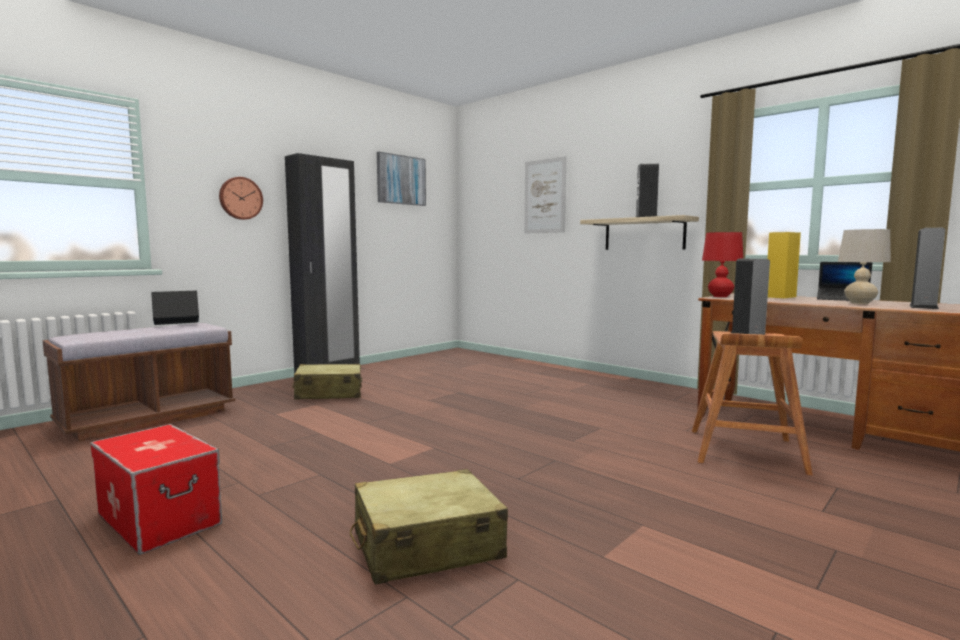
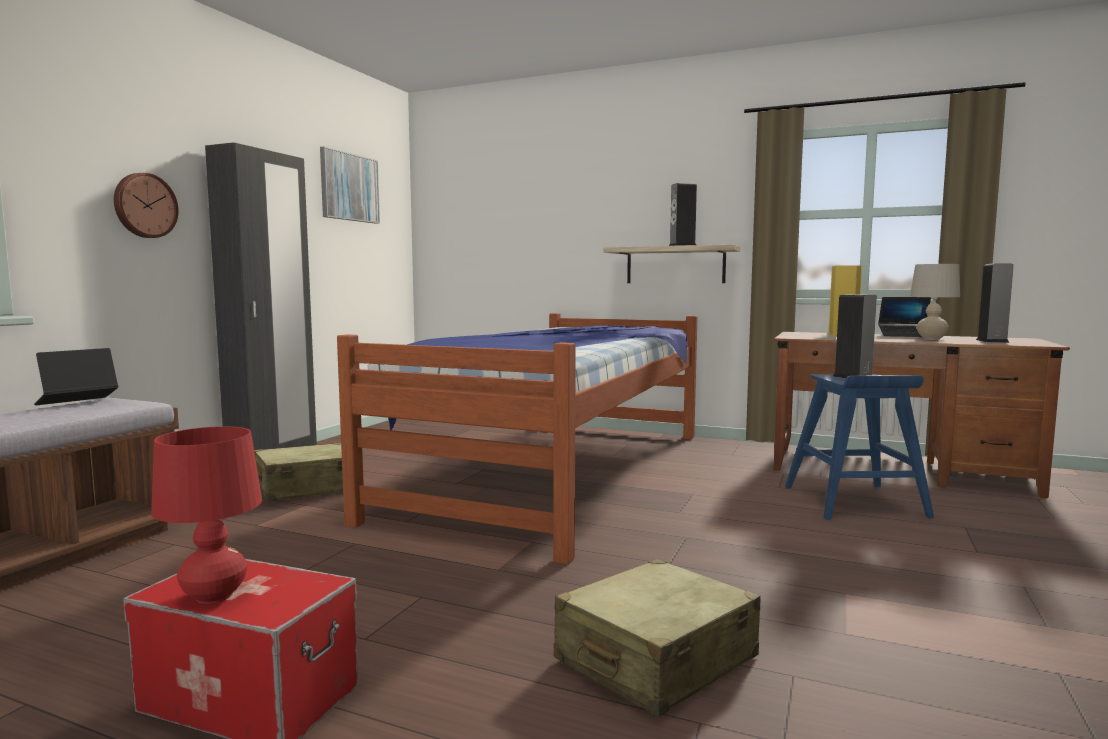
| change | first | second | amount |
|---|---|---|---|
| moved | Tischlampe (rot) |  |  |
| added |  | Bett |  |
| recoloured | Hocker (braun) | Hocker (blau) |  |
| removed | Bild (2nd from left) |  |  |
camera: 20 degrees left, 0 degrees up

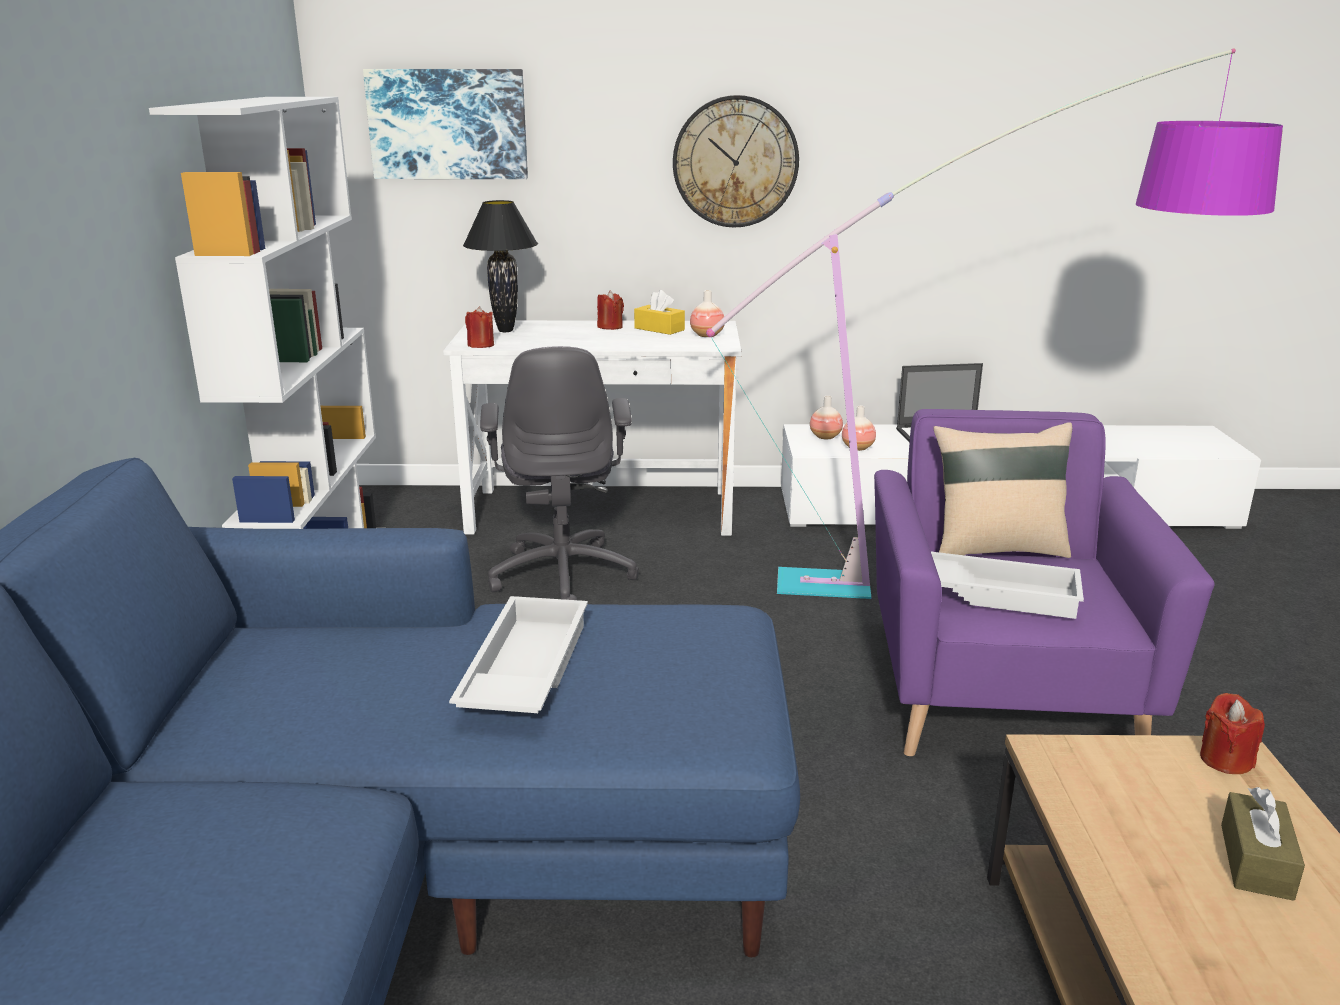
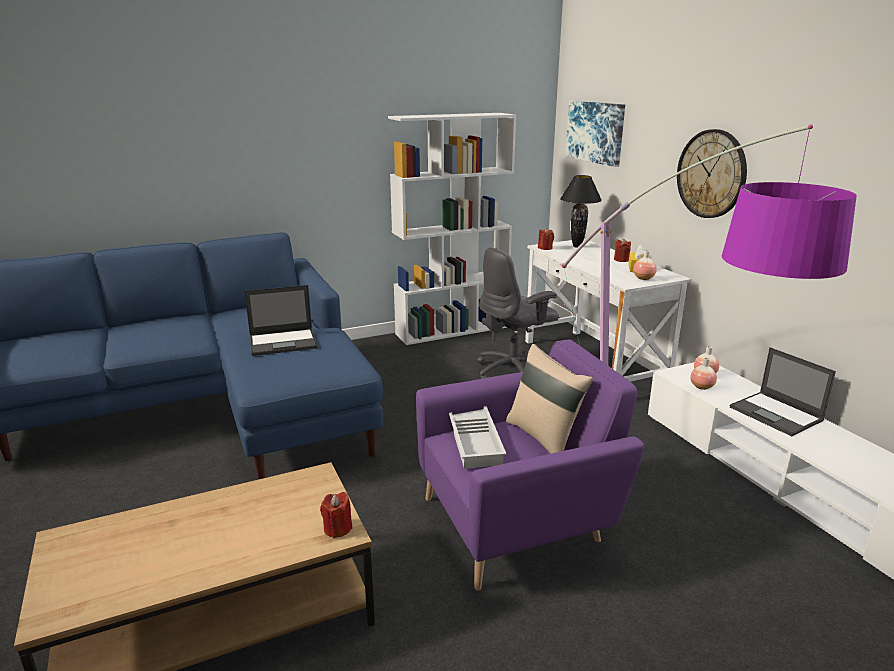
| change | first | second | amount |
|---|---|---|---|
| replaced | Tablett (weiß) (1st from left) | Laptop (1st from left) |  |
| removed | Taschentuchbox (braun) |  |  |
camera: 65 degrees right, 0 degrees up

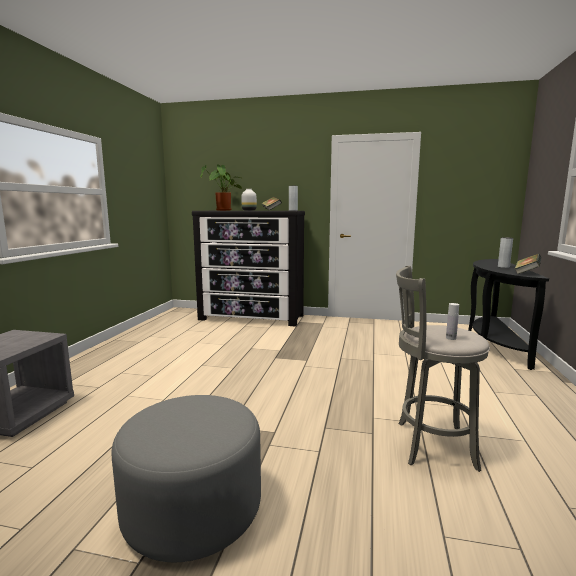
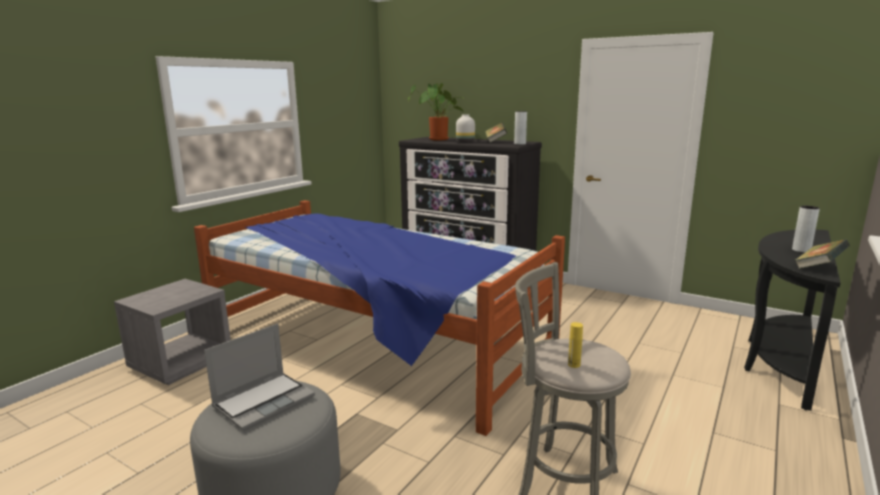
| change | first | second | amount |
|---|---|---|---|
| added |  | Bett |  |
| added |  | Laptop |  |
| recoloured | Flasche (weiß) | Flasche (gelb) |  |
camera: 20 degrees right, 5 degrees up

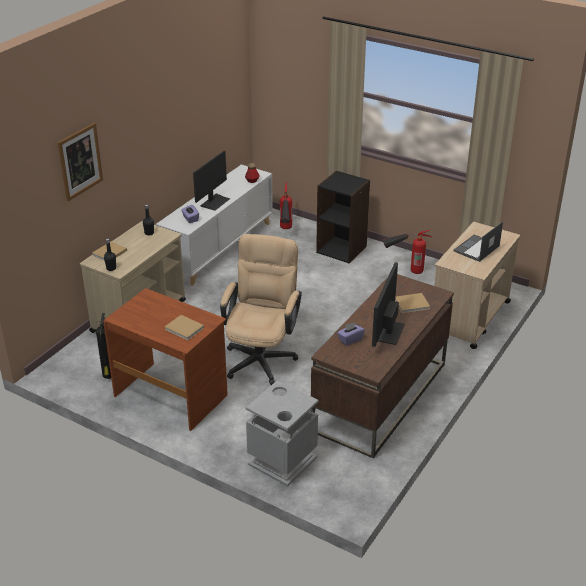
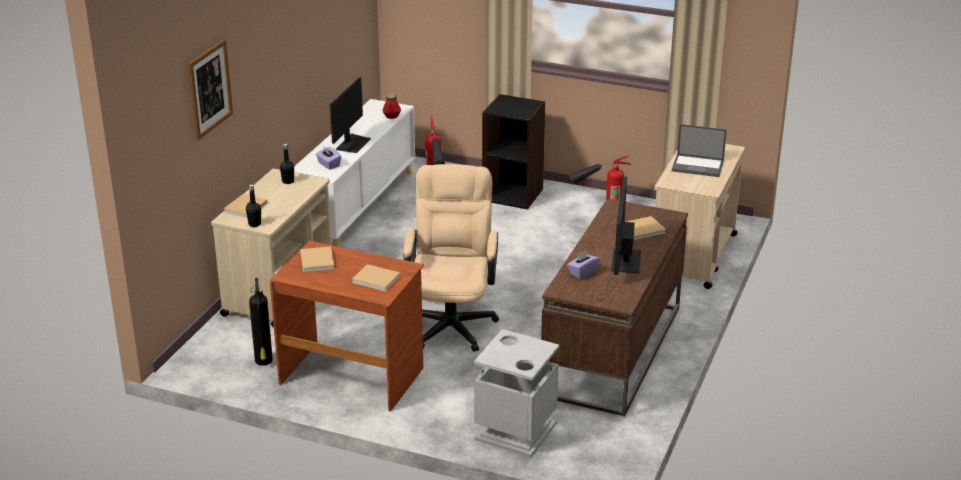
| change | first | second | amount |
|---|---|---|---|
| added |  | Buch (beige) (2nd from left) |  |
| turned | Laptop |  | 105 degrees counterclockwise |
camera: 10 degrees left, 5 degrees down

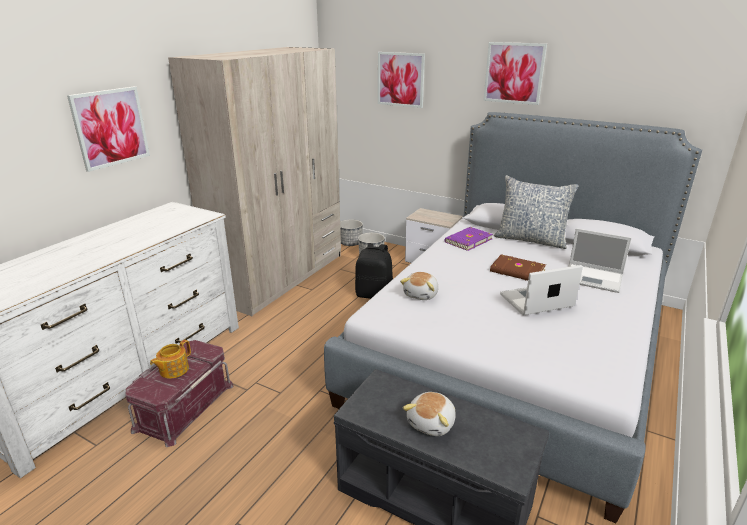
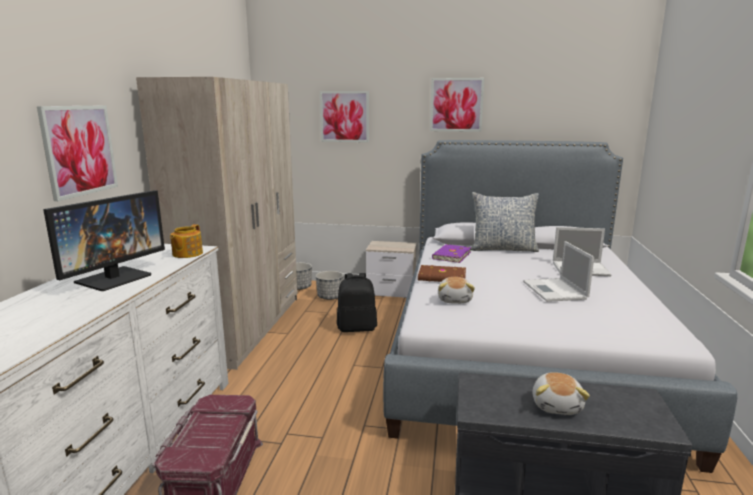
| change | first | second | amount |
|---|---|---|---|
| added |  | Monitor |  |
| moved | Teekanne |  |  |
| moved | Buch (braun) |  |  |
| turned | Laptop (1st from left) |  | 60 degrees counterclockwise |
camera: 20 degrees left, 10 degrees down

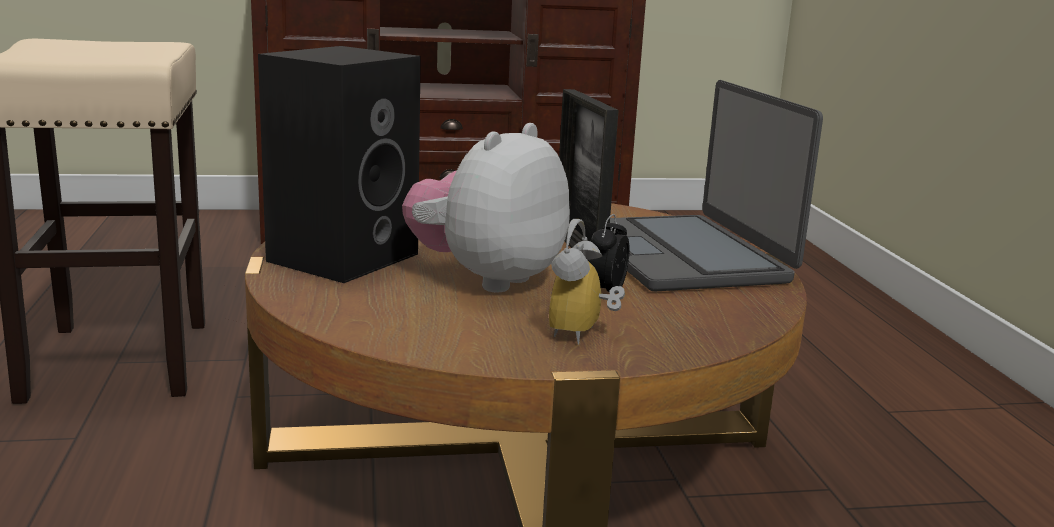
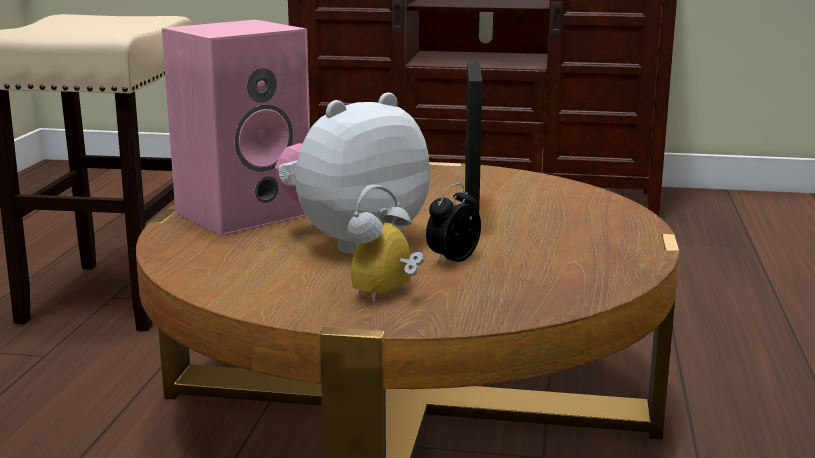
| change | first | second | amount |
|---|---|---|---|
| recoloured | Lautsprecher (schwarz) | Lautsprecher (rosa) |  |
| removed | Laptop |  |  |
camera: 20 degrees right, 0 degrees up

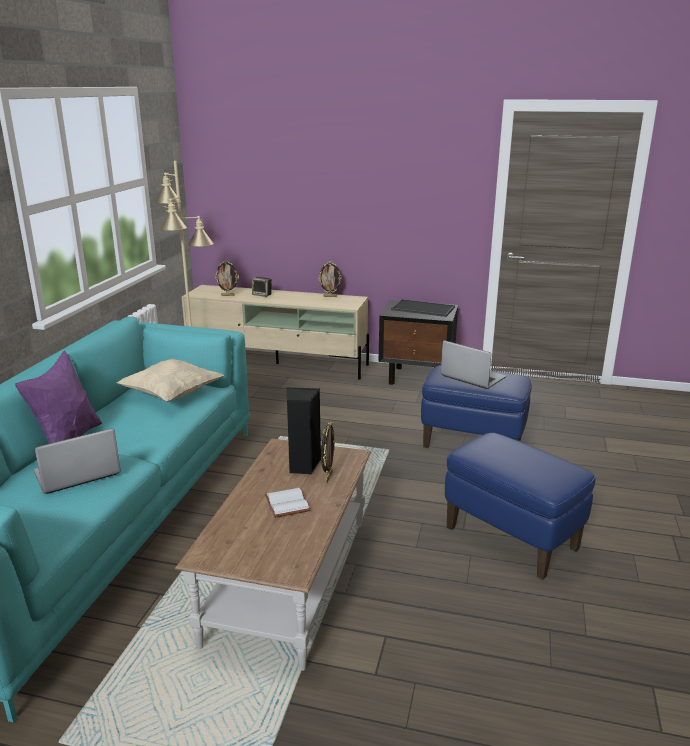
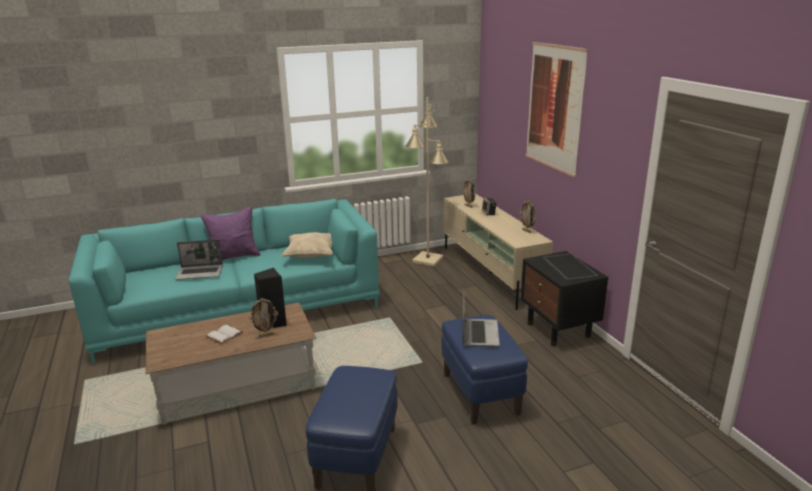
| change | first | second | amount |
|---|---|---|---|
| turned | Laptop (1st from left) |  | 150 degrees clockwise |
| added |  | Bild |  |
camera: 55 degrees right, 0 degrees up

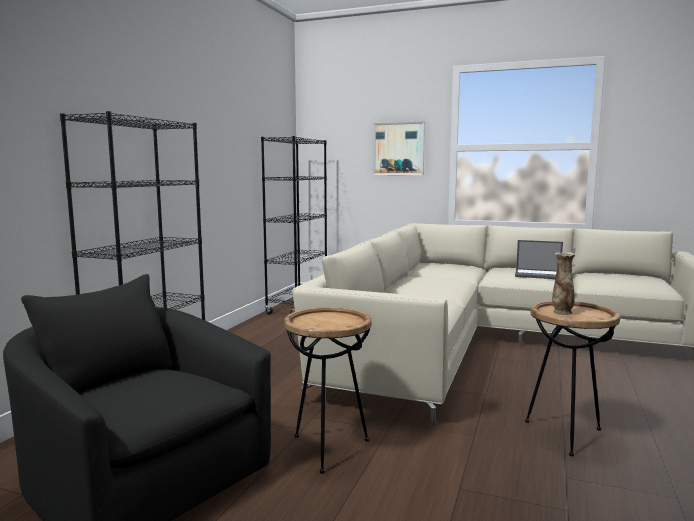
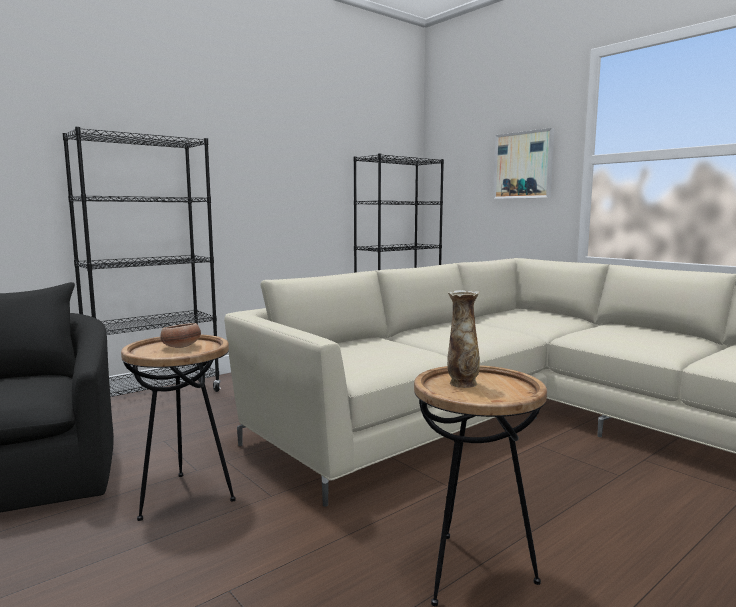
| change | first | second | amount |
|---|---|---|---|
| added |  | Schüssel |  |
| removed | Laptop |  |  |
camera: 30 degrees right, 0 degrees up

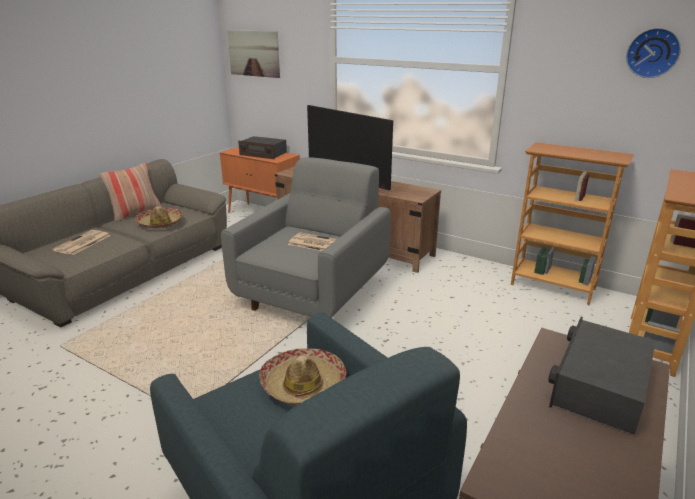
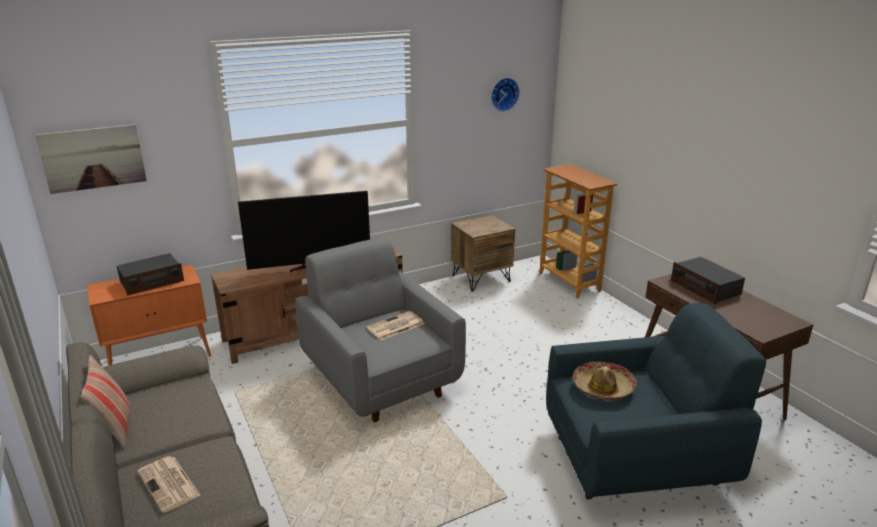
| change | first | second | amount |
|---|---|---|---|
| replaced | Bücherregal (1st from left) | Nachttisch (braun) |  |
| removed | Hut (1st from left) |  |  |
camera: 60 degrees left, 0 degrees up

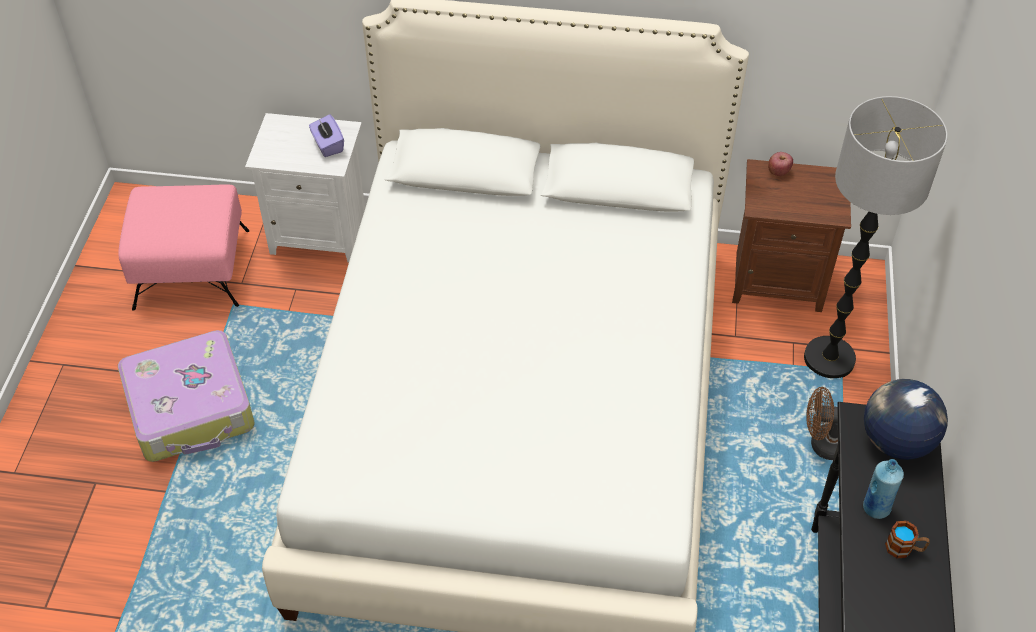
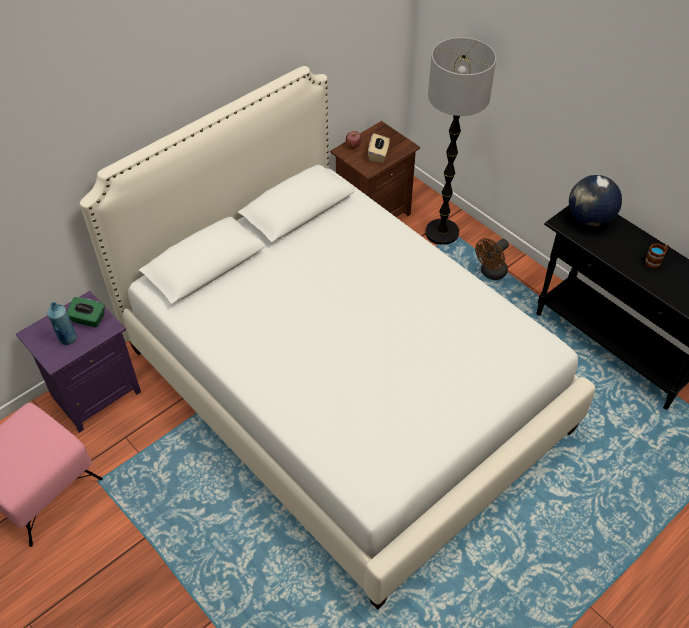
| change | first | second | amount |
|---|---|---|---|
| recoloured | Nachttisch (weiß) | Nachttisch (lila) |  |
| moved | Flasche (blau) |  |  |
| recoloured | Taschentuchbox (lila) | Taschentuchbox (grün) |  |
| added |  | Taschentuchbox (beige) |  |
| removed | Koffer |  |  |
camera: 50 degrees left, 0 degrees up

